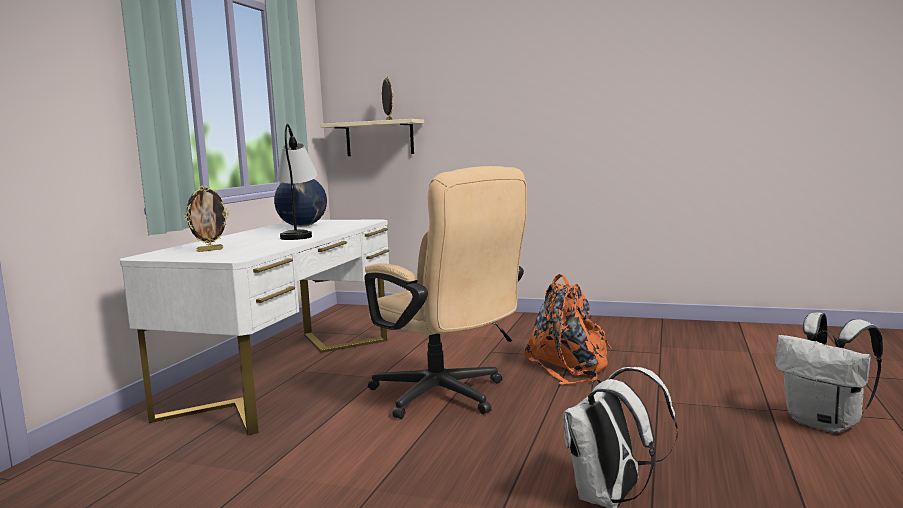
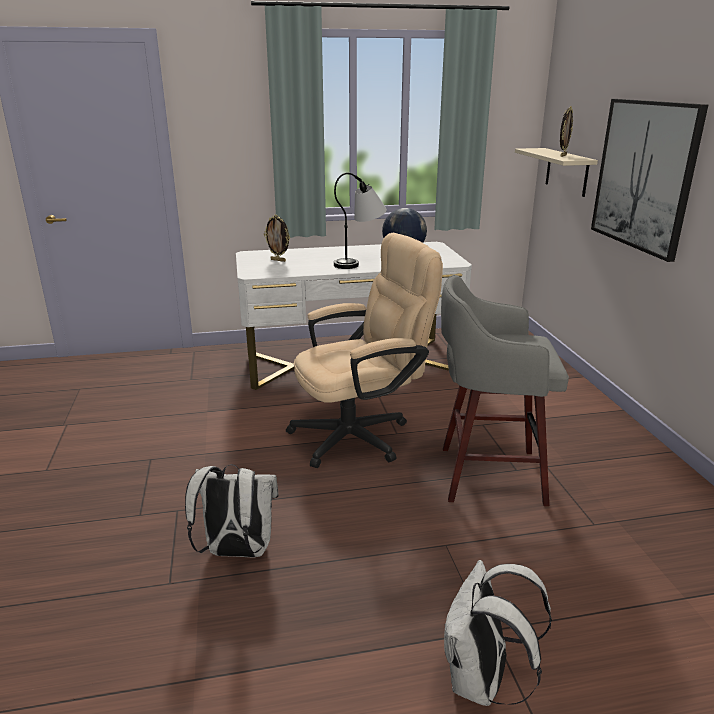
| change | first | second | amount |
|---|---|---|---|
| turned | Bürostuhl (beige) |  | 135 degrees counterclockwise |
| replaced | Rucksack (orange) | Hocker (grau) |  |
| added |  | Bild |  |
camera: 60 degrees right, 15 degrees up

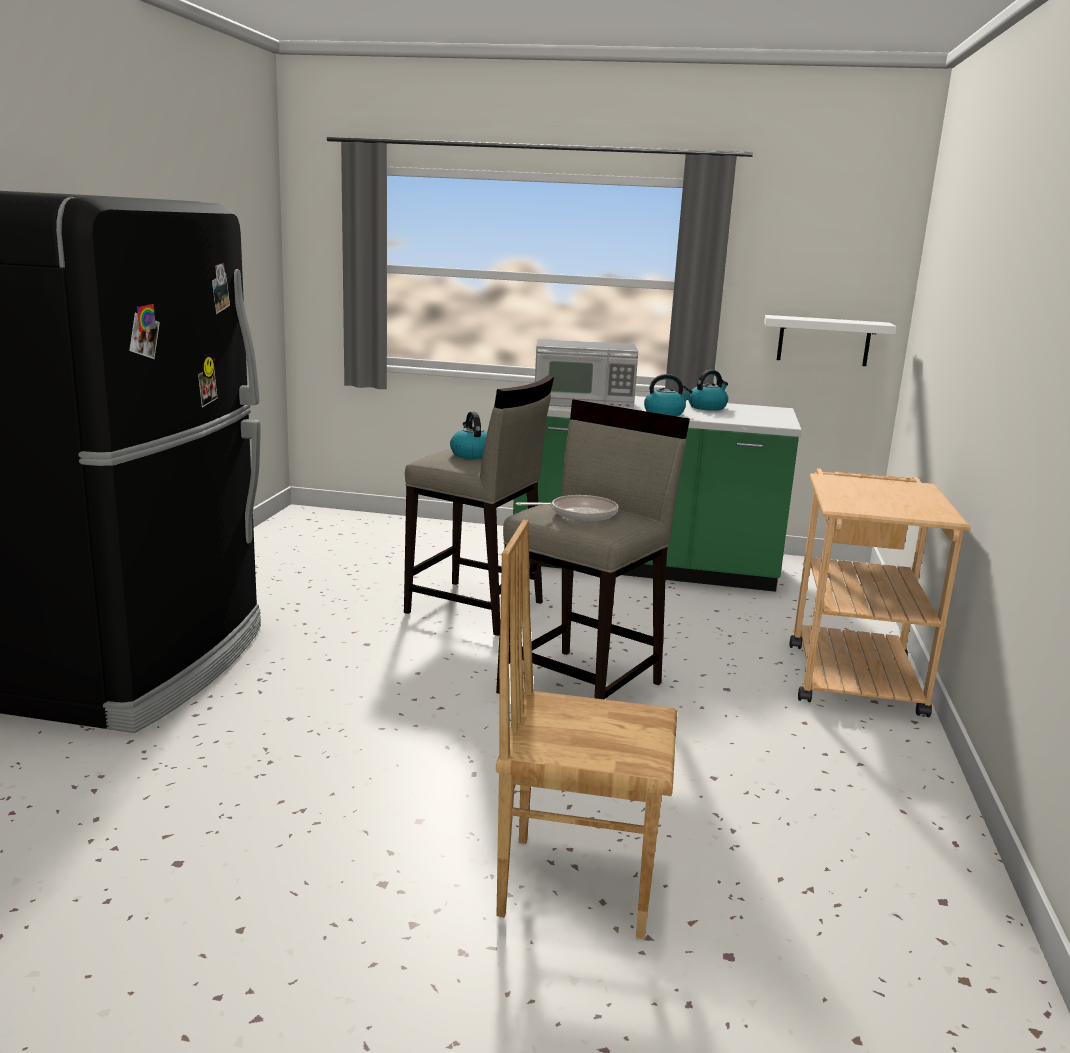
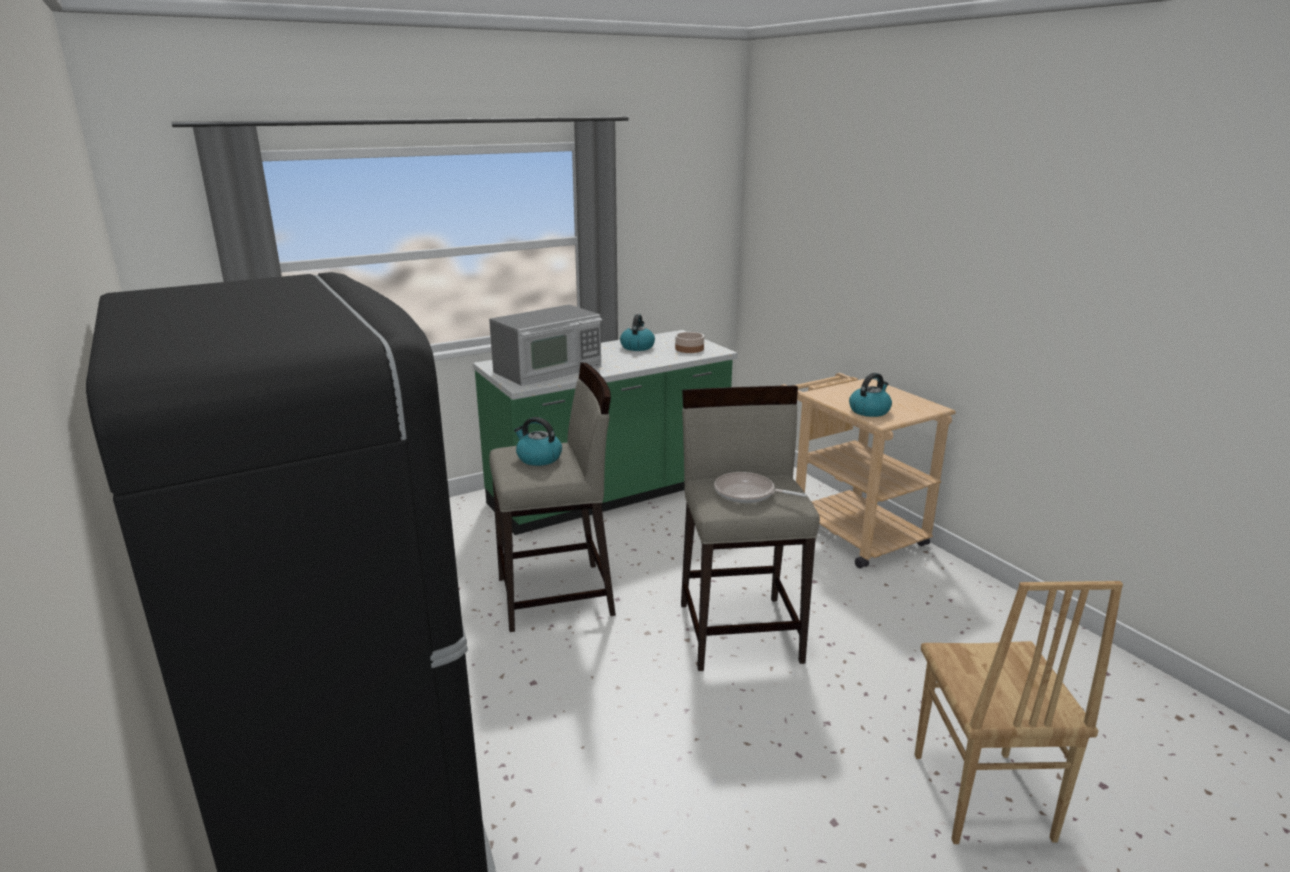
| change | first | second | amount |
|---|---|---|---|
| added |  | Schüssel |  |
| turned | Pfanne |  | 105 degrees counterclockwise |
| moved | Wasserkessel (2nd from left in the first image) | Wasserkessel (3rd from left) |  |
| turned | Stuhl (braun) |  | 60 degrees counterclockwise |
| removed | Wandregal (weiß) |  |  |
camera: 40 degrees left, 5 degrees up

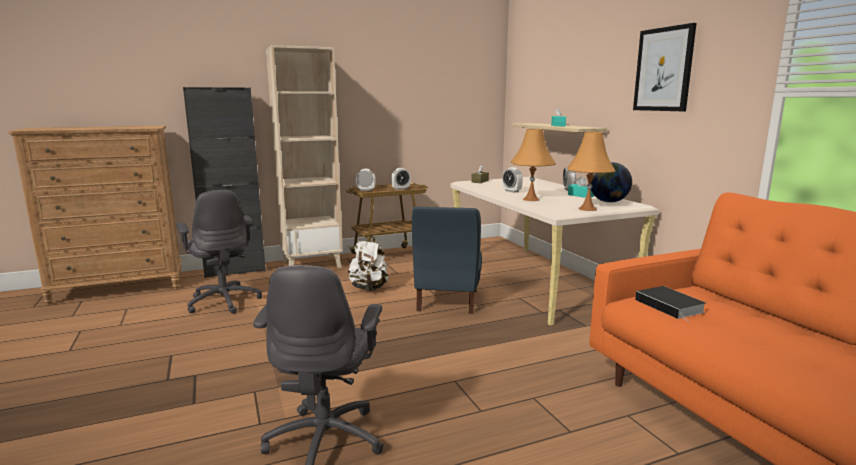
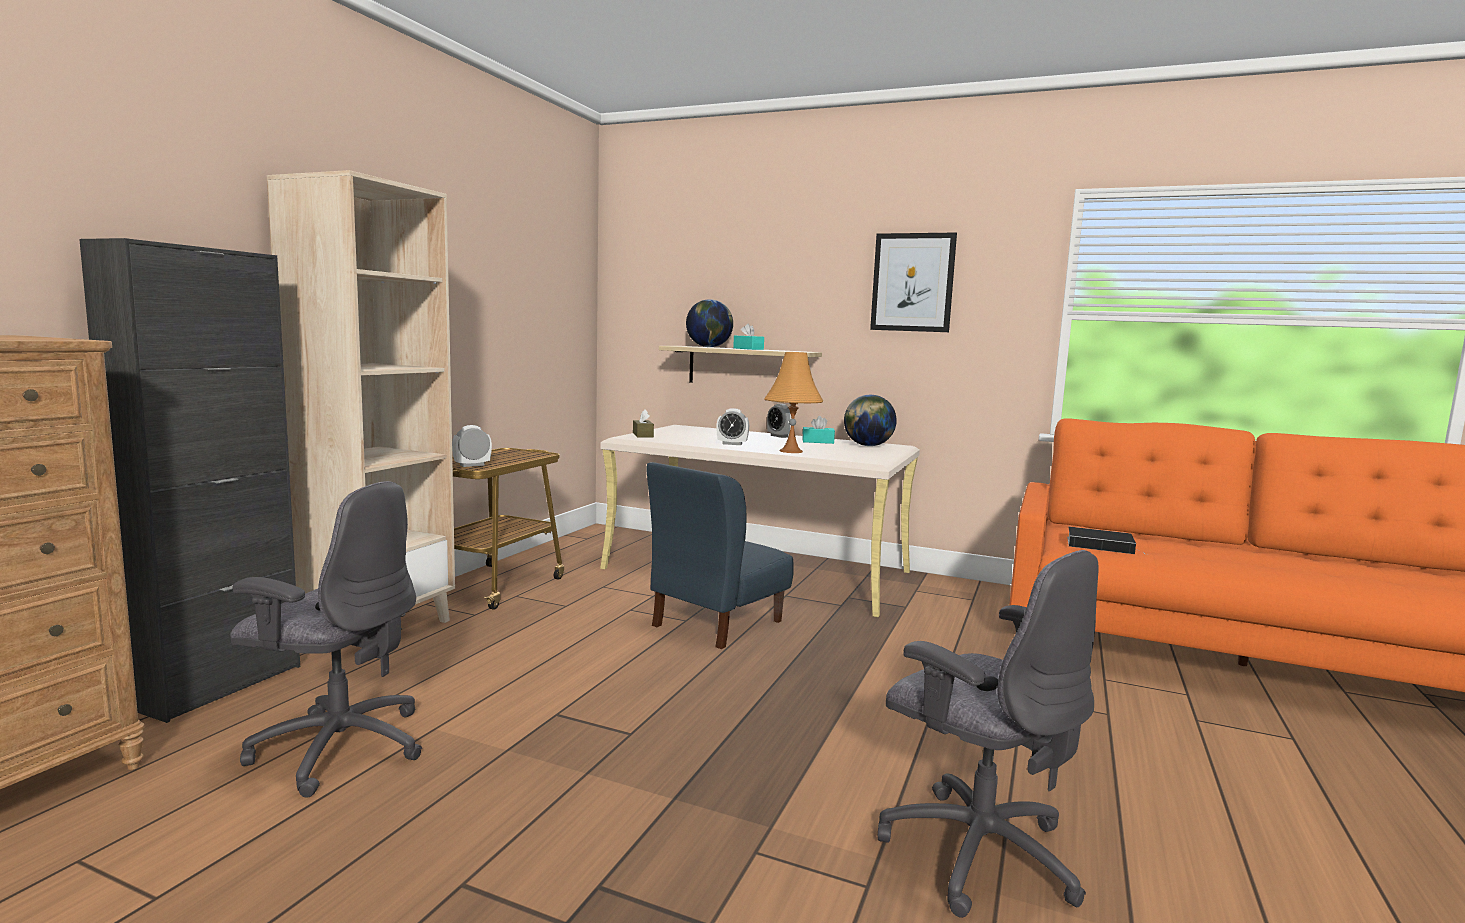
| change | first | second | amount |
|---|---|---|---|
| turned | Stuhl (blau) |  | 75 degrees clockwise |
| added |  | Globus (1st from left) |  |
| removed | Rucksack (weiß) |  |  |
| removed | Wecker (2nd from left) |  |  |
| removed | Tischlampe (orange) (2nd from left) |  |  |
camera: 45 degrees left, 5 degrees down

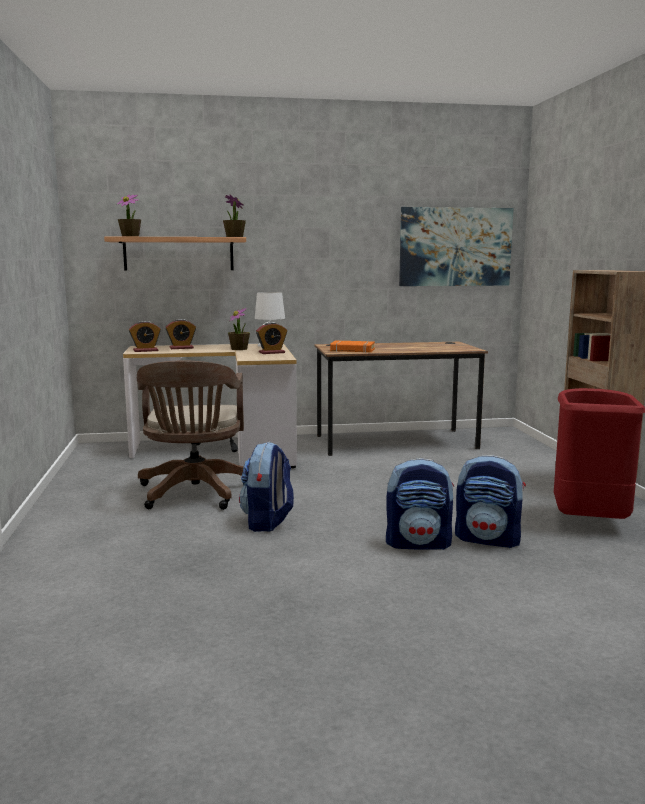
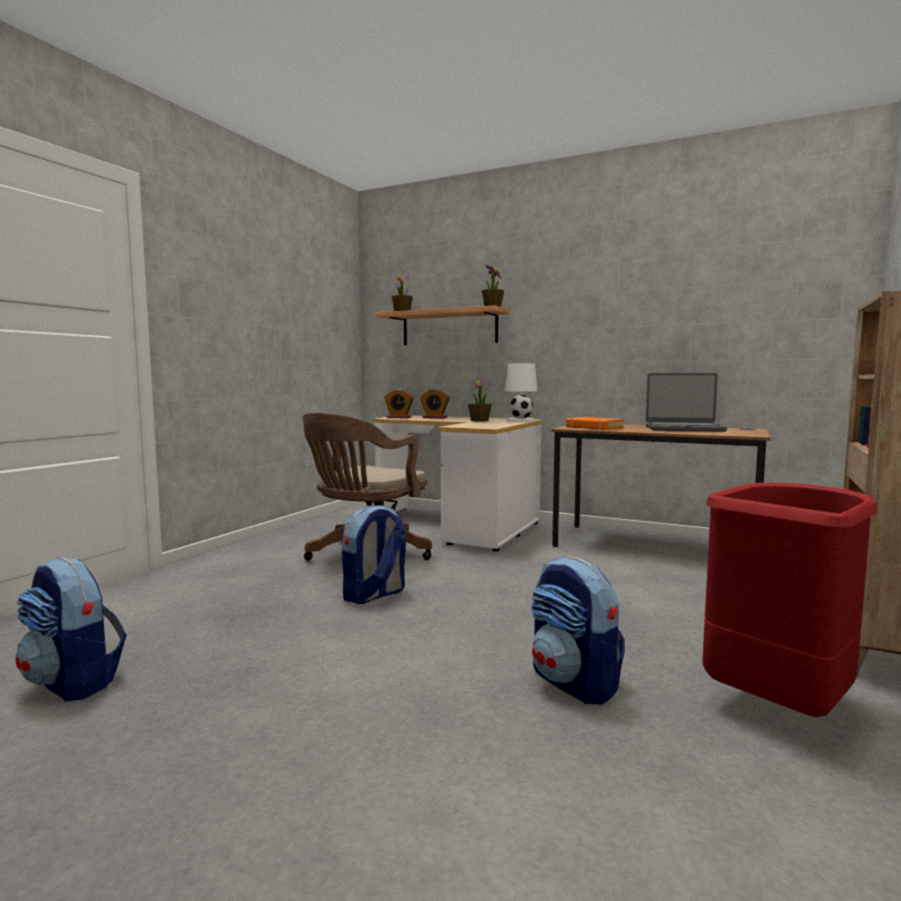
| change | first | second | amount |
|---|---|---|---|
| moved | Rucksack (2nd from left in the first image) | Rucksack (1st from left) |  |
| added |  | Laptop |  |
| removed | Wecker (3rd from left) |  |  |
| removed | Bild |  |  |
camera: 35 degrees right, 5 degrees down

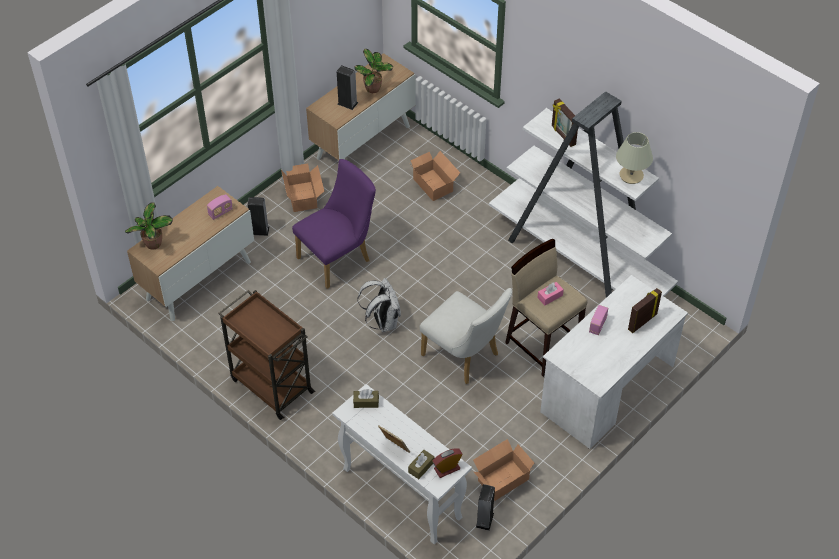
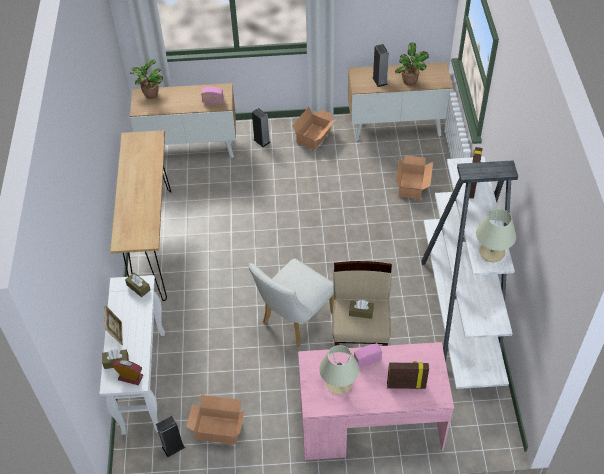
| change | first | second | amount |
|---|---|---|---|
| replaced | Rollwagen (braun) | Konsolentisch (braun) |  |
| turned | Stuhl (weiß) |  | 45 degrees clockwise |
| recoloured | Schreibtisch (weiß) | Schreibtisch (rosa) |  |
| added |  | Tischlampe (beige) (1st from left) |  |
| recoloured | Taschentuchbox (rosa) | Taschentuchbox (braun) (3rd from left) |  |
| removed | Stuhl (lila) |  |  |
| removed | Rucksack (weiß) |  |  |
camera: 45 degrees right, 0 degrees up

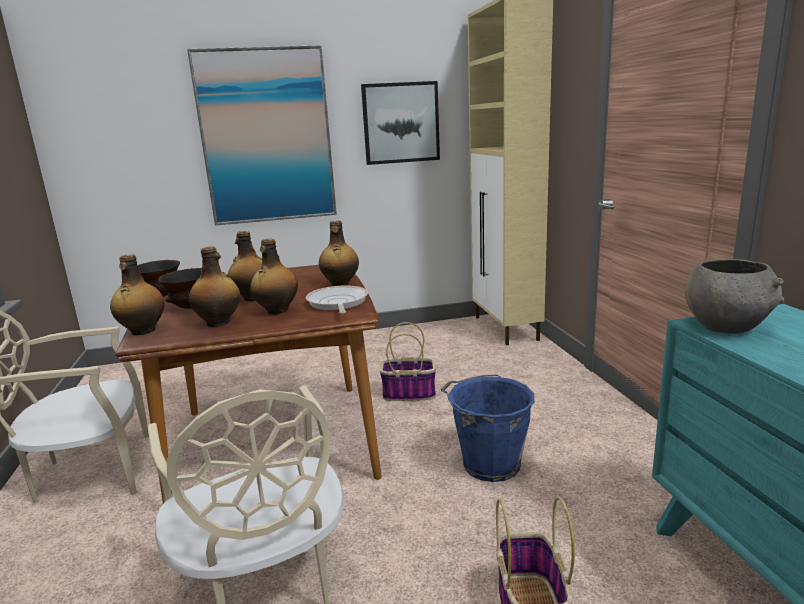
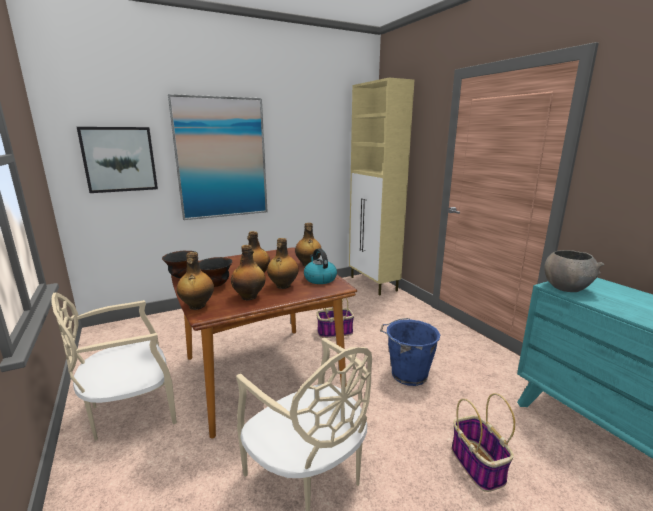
| change | first | second | amount |
|---|---|---|---|
| moved | Bild (2nd from left in the first image) | Bild (1st from left) |  |
| replaced | Pfanne | Wasserkessel |  |
camera: 15 degrees left, 0 degrees up

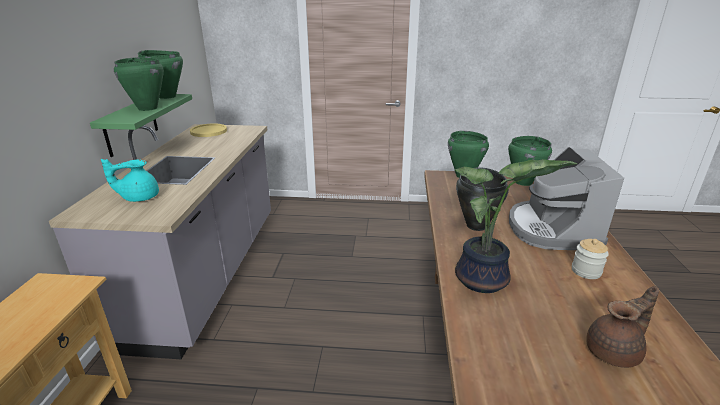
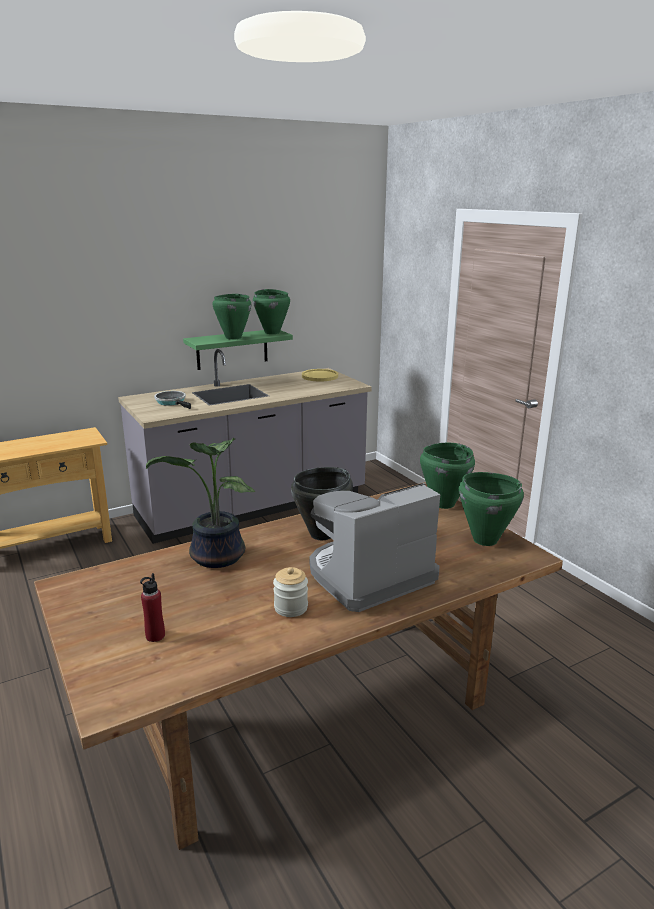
| change | first | second | amount |
|---|---|---|---|
| replaced | Teekanne (braun) | Flasche (rot) |  |
| replaced | Teekanne (türkis) | Pfanne |  |
camera: 55 degrees right, 5 degrees down

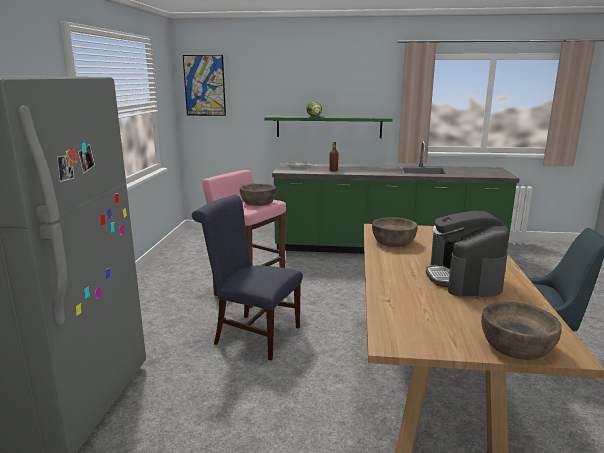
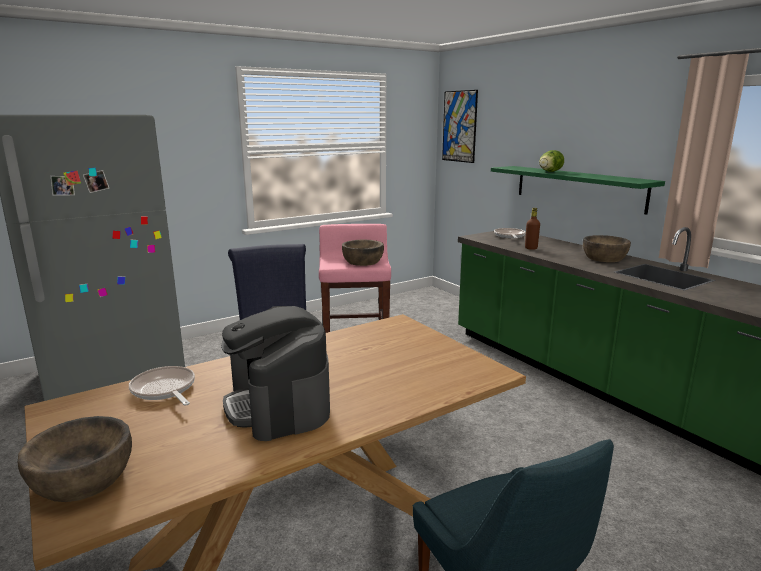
| change | first | second | amount |
|---|---|---|---|
| added |  | Pfanne (1st from left) |  |
| turned | Kaffeemaschine |  | 75 degrees counterclockwise |
| moved | Schüssel (braun) (2nd from left in the first image) | Schüssel (braun) (3rd from left) |  |
camera: 50 degrees right, 0 degrees up

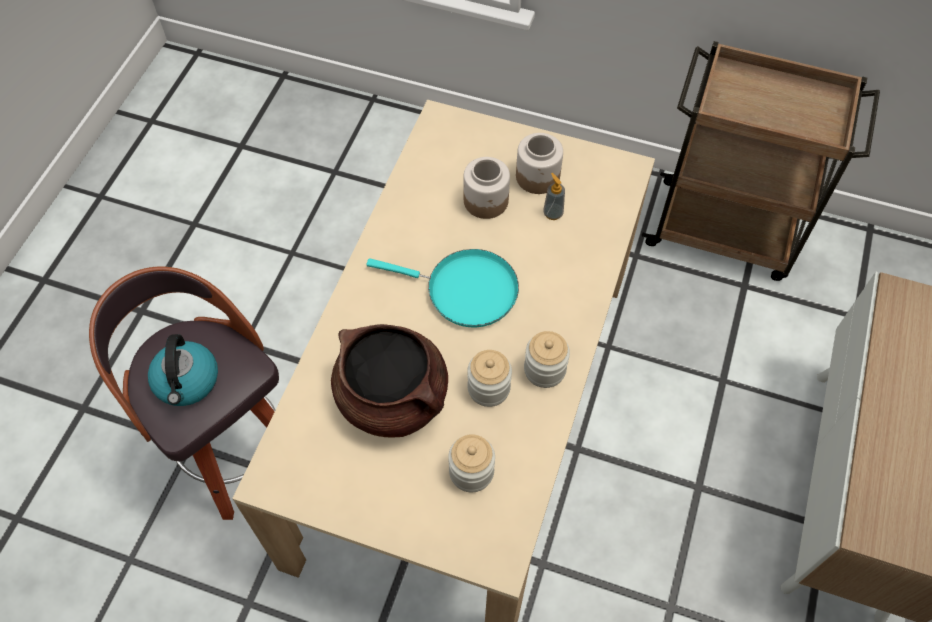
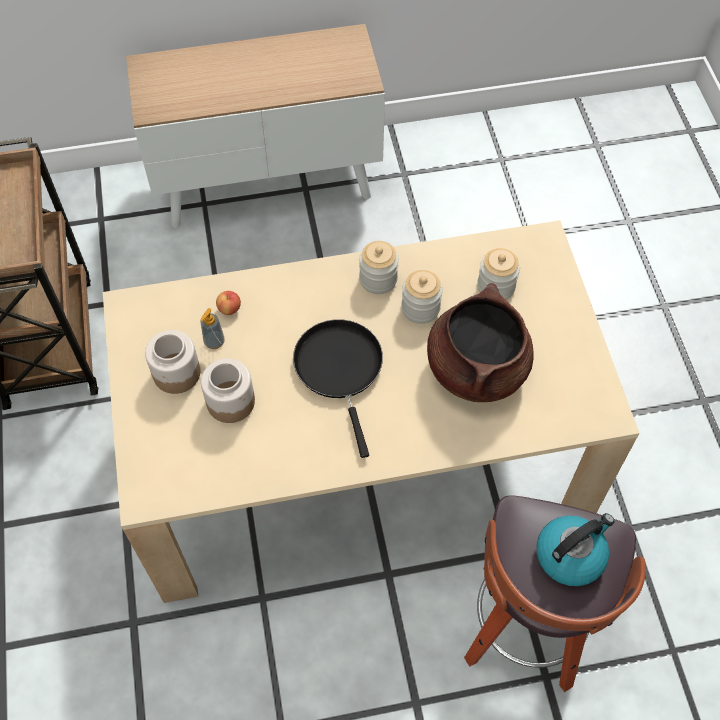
| change | first | second | amount |
|---|---|---|---|
| added |  | Apfel |  |
| recoloured | Pfanne (türkis) | Pfanne (schwarz) |  |
camera: 120 degrees left, 0 degrees up

